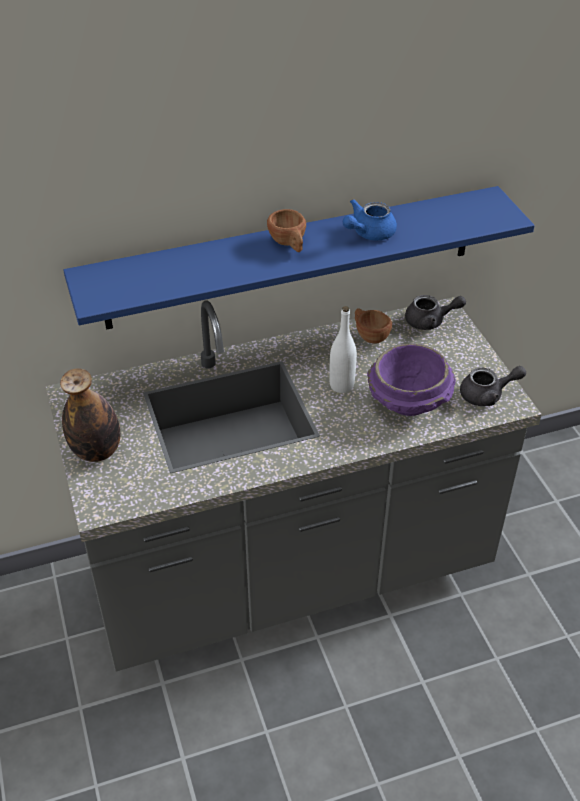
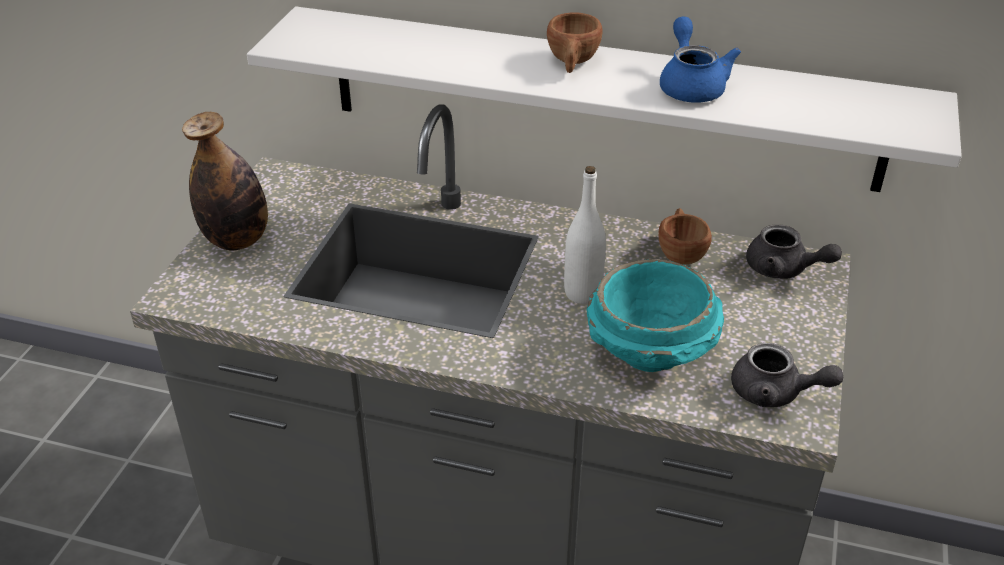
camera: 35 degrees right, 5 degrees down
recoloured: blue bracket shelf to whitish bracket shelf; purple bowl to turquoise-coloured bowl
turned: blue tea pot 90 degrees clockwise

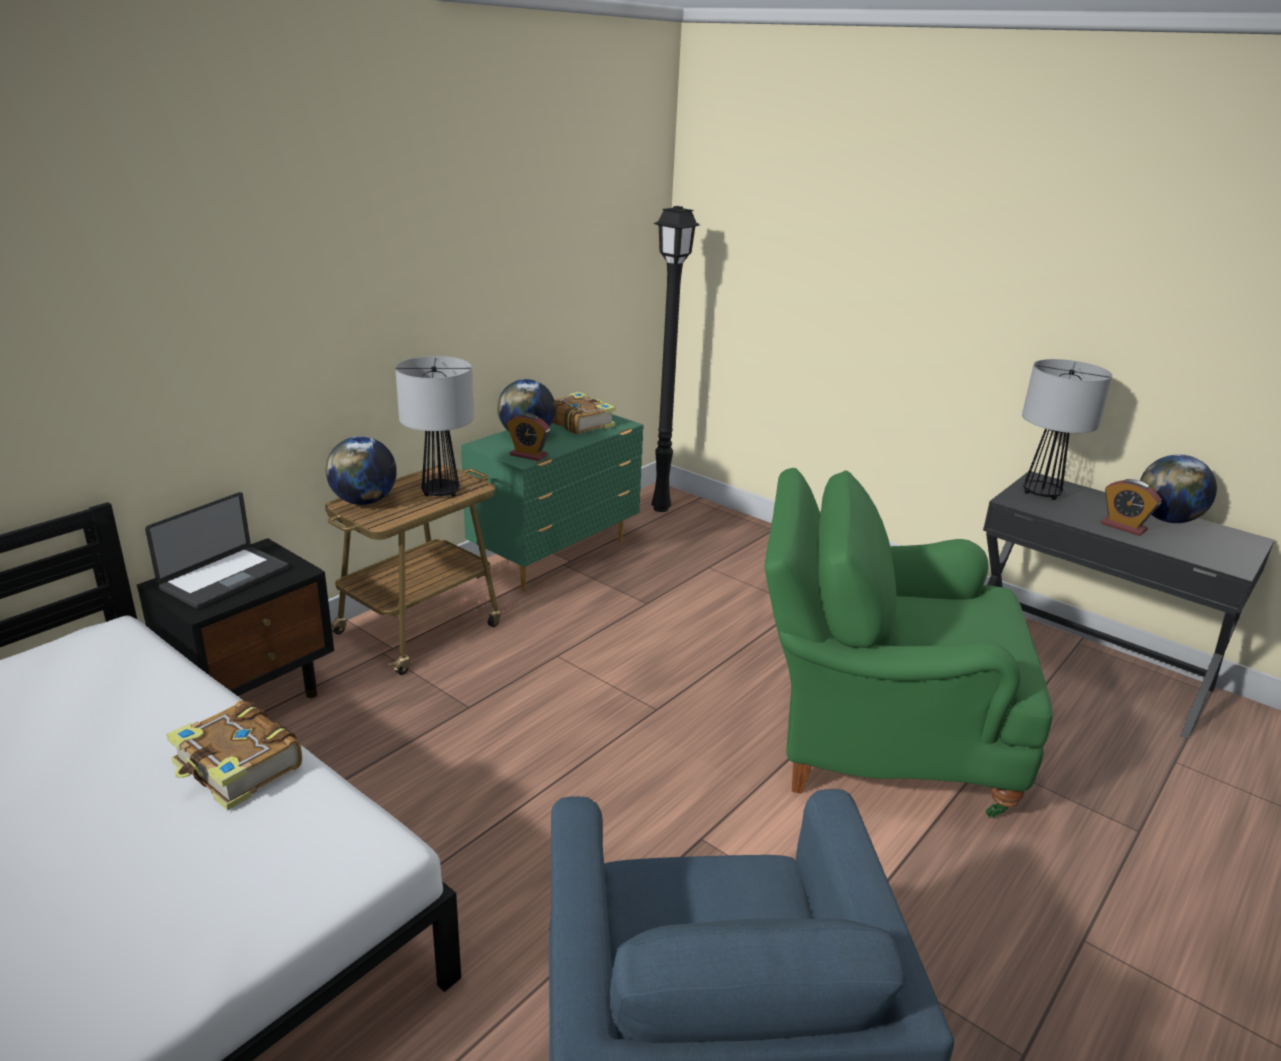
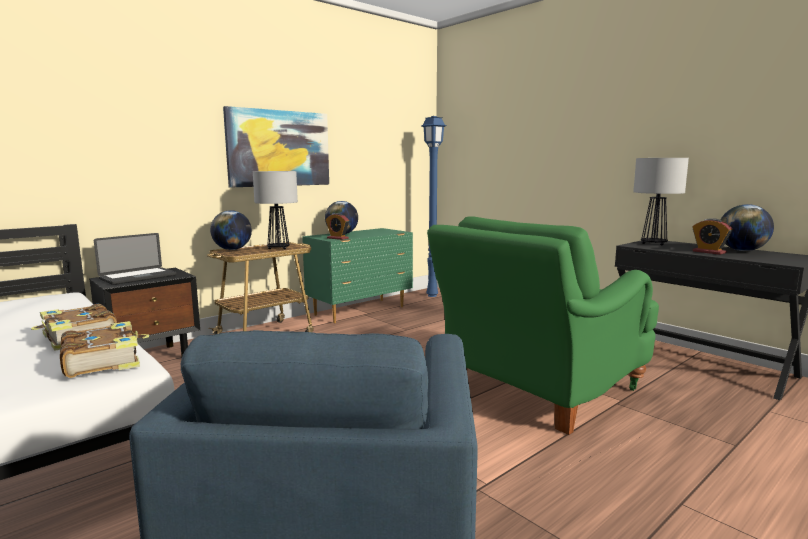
camera: 10 degrees right, 15 degrees down
added: picture
moved: bound book (2nd from left)
recoloured: black-coloured floor lamp to blue floor lamp
turned: greenish easy chair 60 degrees counterclockwise

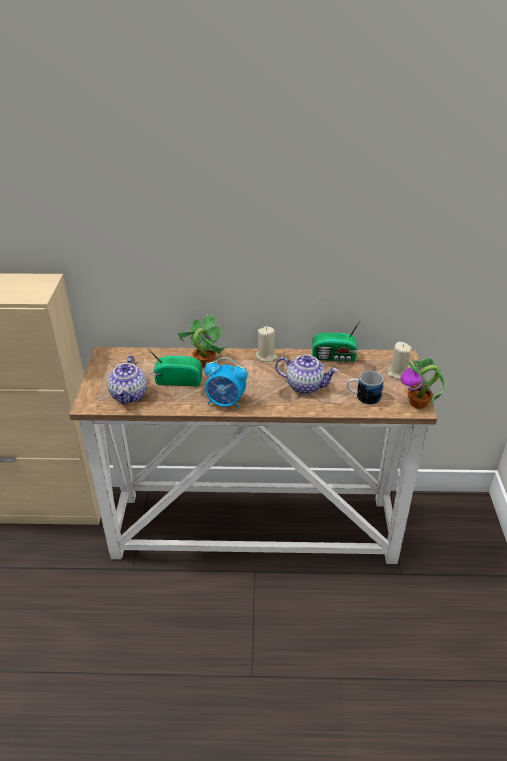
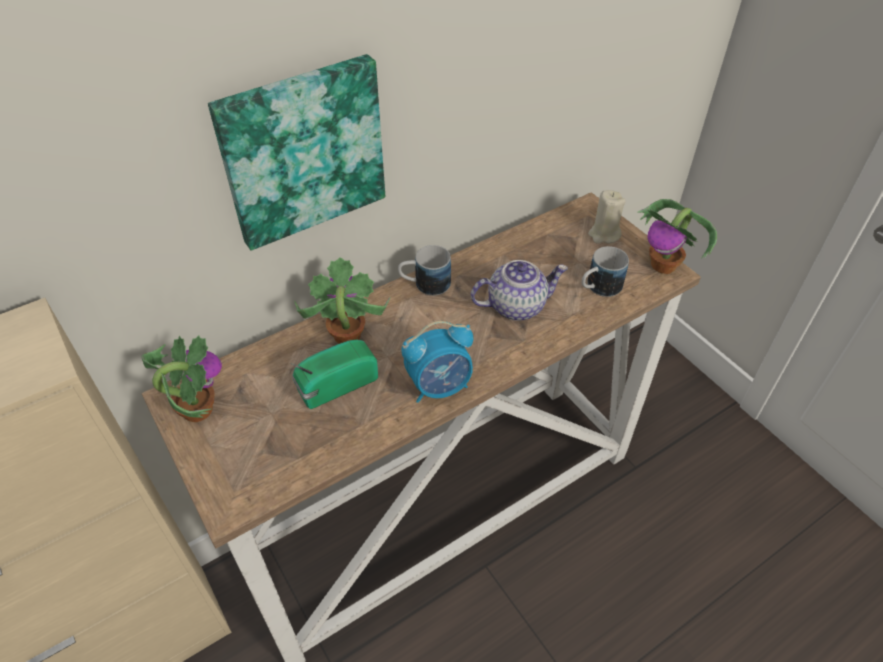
camera: 35 degrees left, 10 degrees up
removed: tea pot (1st from left); radio (2nd from left)
added: potted plant (1st from left); picture
replaced: beige candle (1st from left) to tea mug (1st from left)

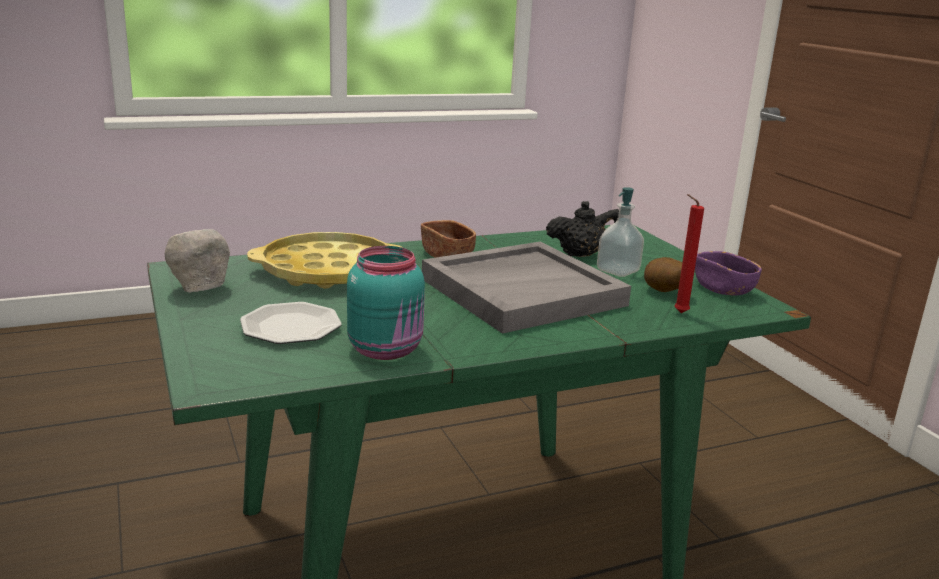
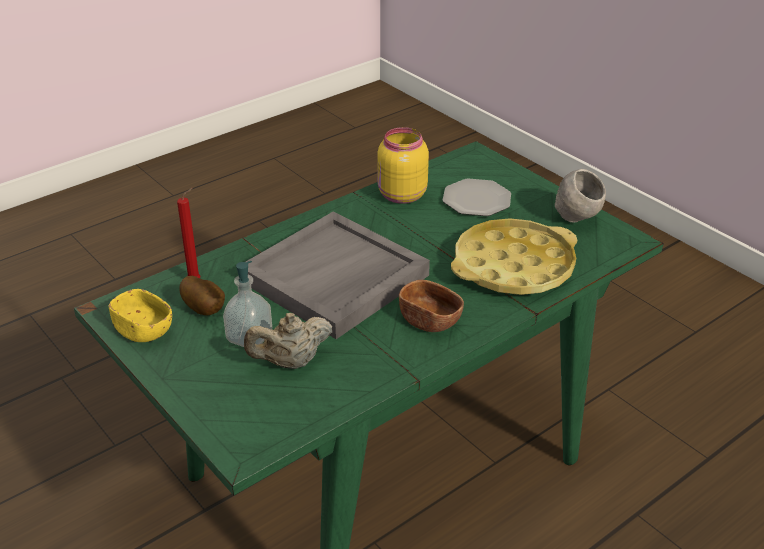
camera: 165 degrees right, 15 degrees up
recoloured: turquoise-coloured preserve jar to yellow-coloured preserve jar; black-coloured tea pot to beige tea pot; purple bowl to yellow-coloured bowl

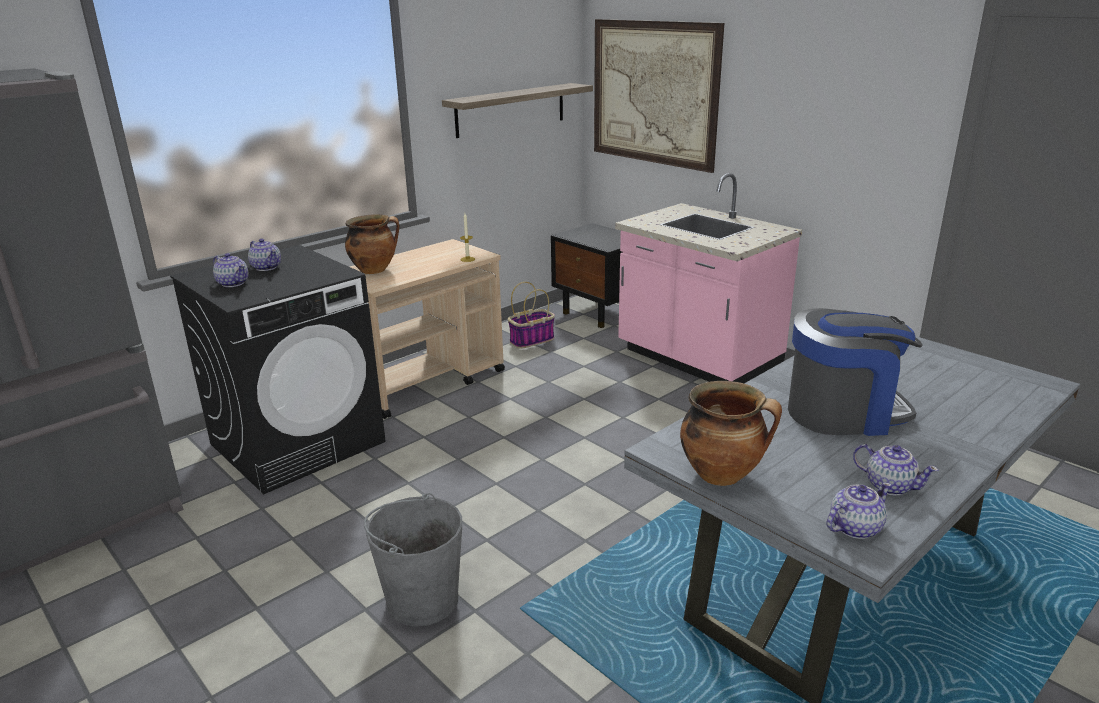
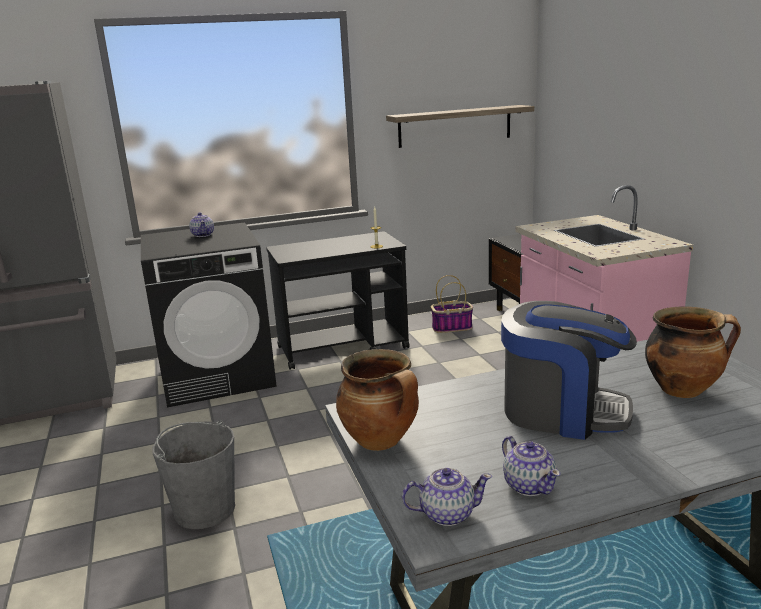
camera: 25 degrees right, 5 degrees down
removed: tea pot (1st from left); picture
moved: stockpot (1st from left in the first image) to stockpot (2nd from left)
recoloured: beige trolley to black-coloured trolley

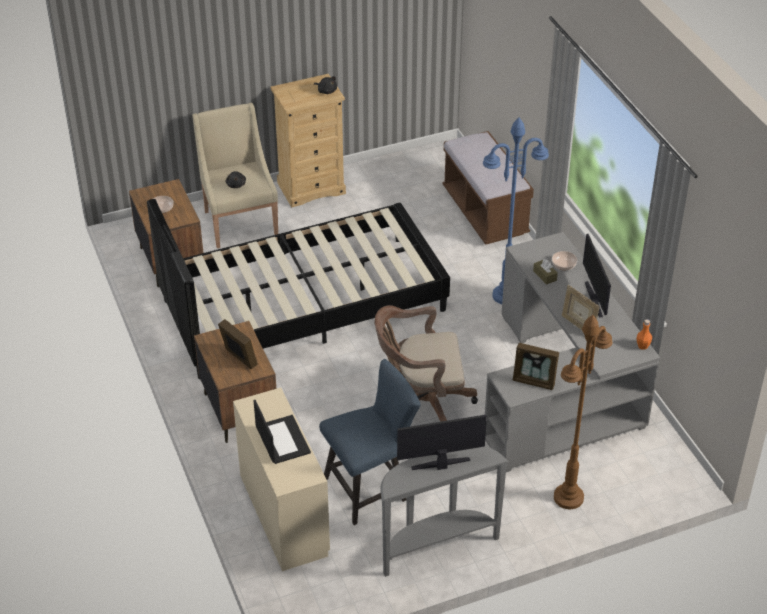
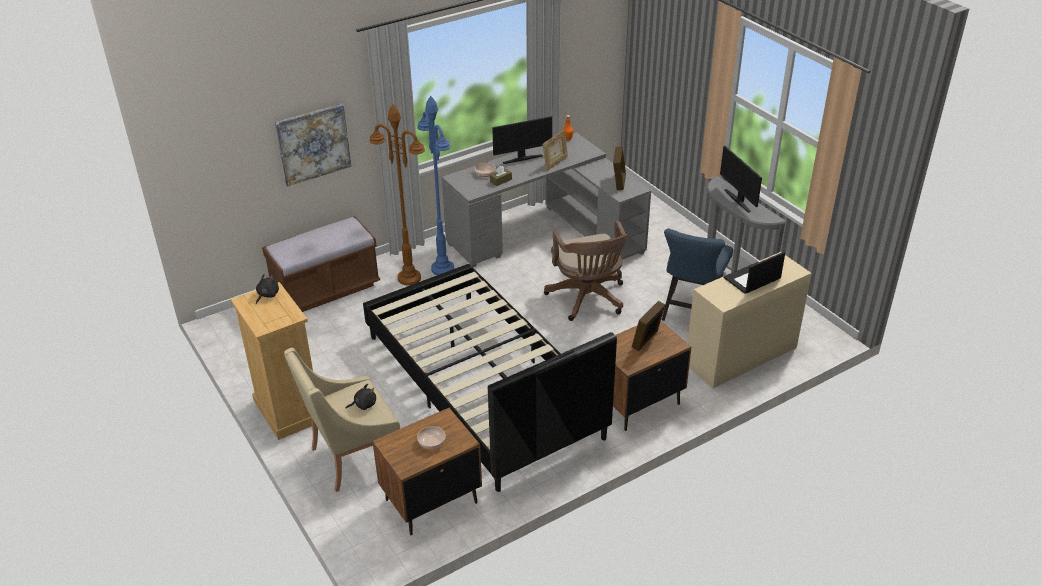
camera: 100 degrees left, 5 degrees down
added: picture
moved: brown-coloured floor lamp
turned: blue chair 120 degrees counterclockwise

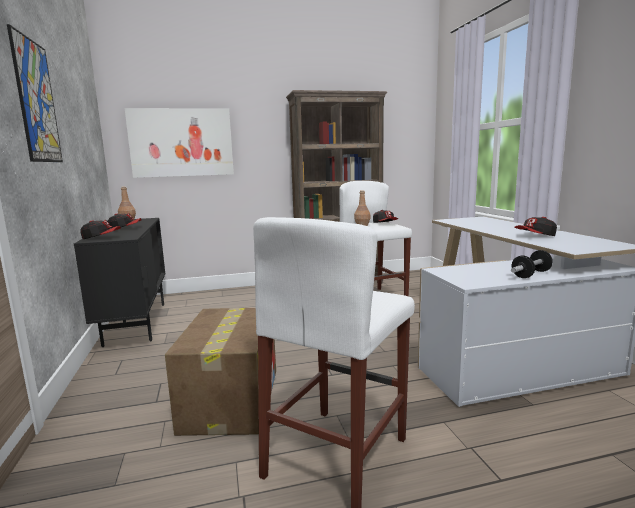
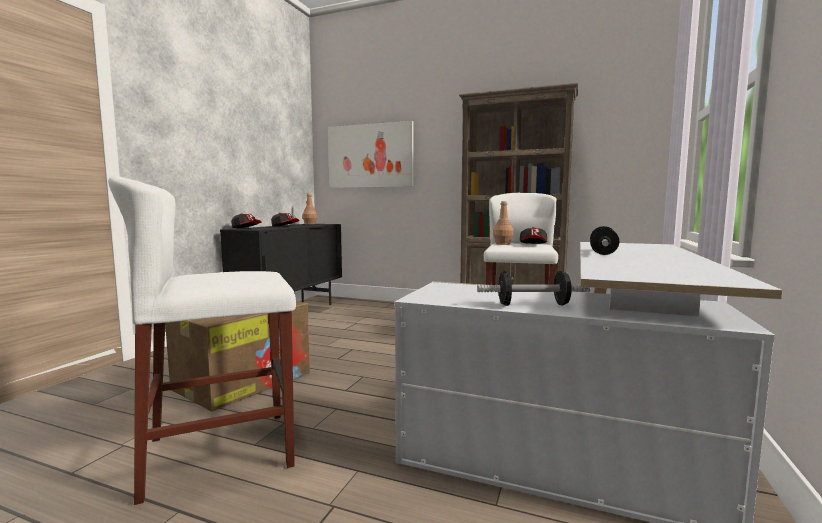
camera: 35 degrees right, 5 degrees down
removed: picture (1st from left); cap (4th from left)
added: free weight (2nd from left)

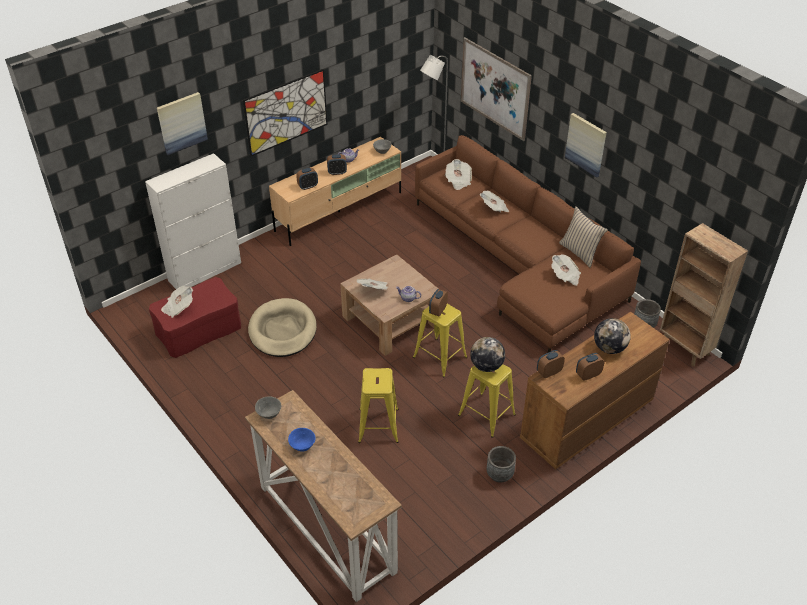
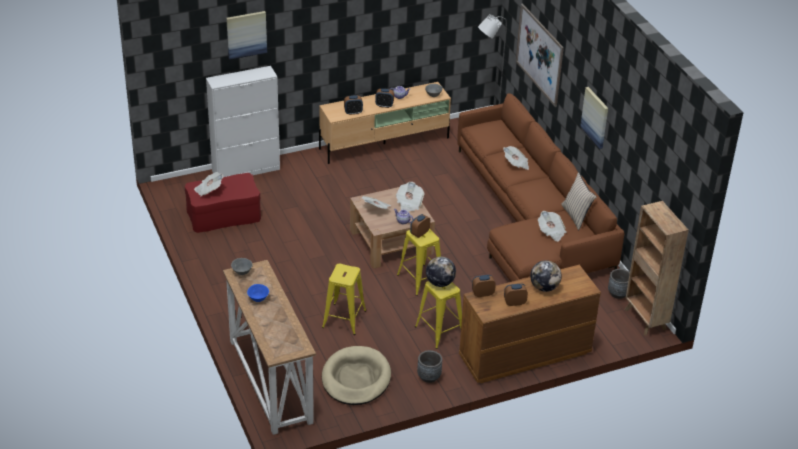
camera: 15 degrees right, 5 degrees down
removed: picture (2nd from left)
moved: beige pet bed; daily paper (3rd from left)

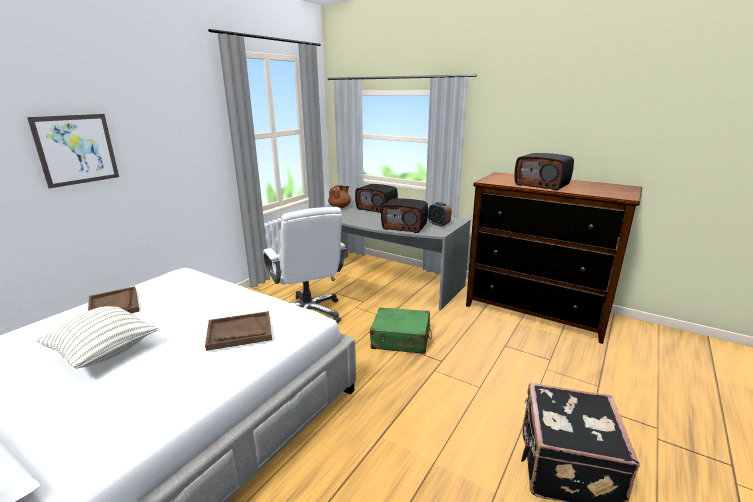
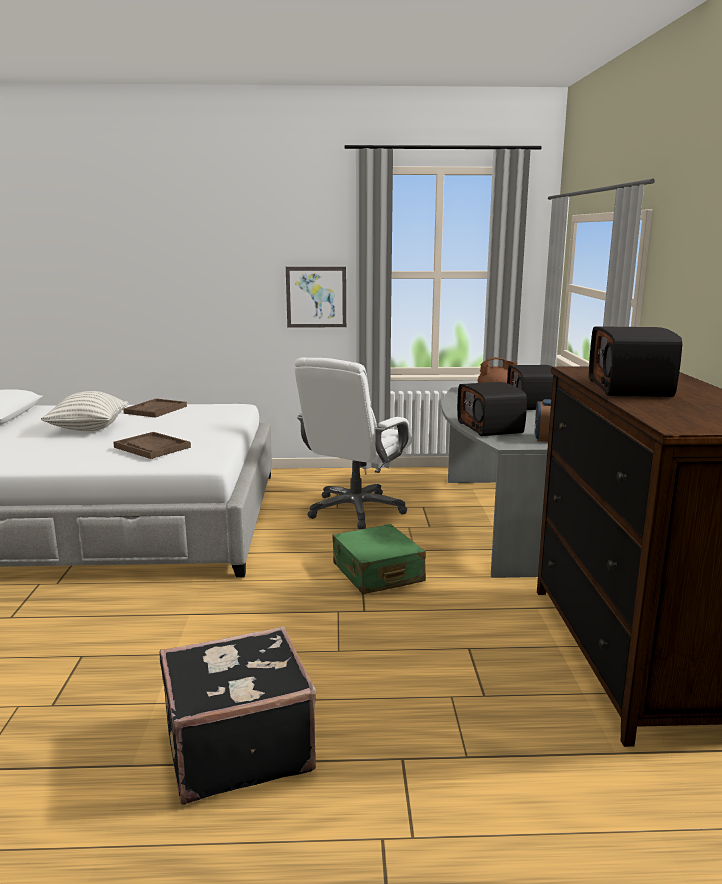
camera: 55 degrees right, 5 degrees down
moved: picture

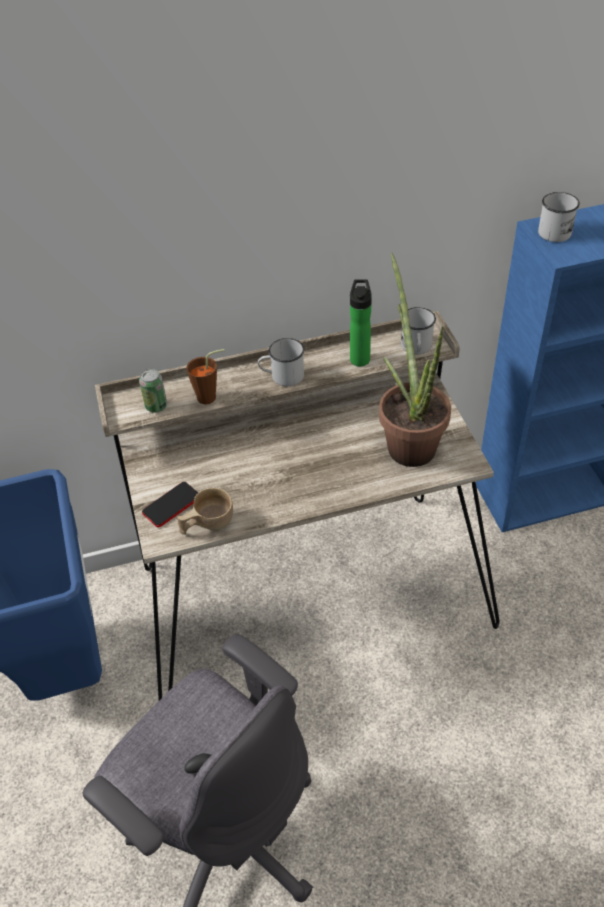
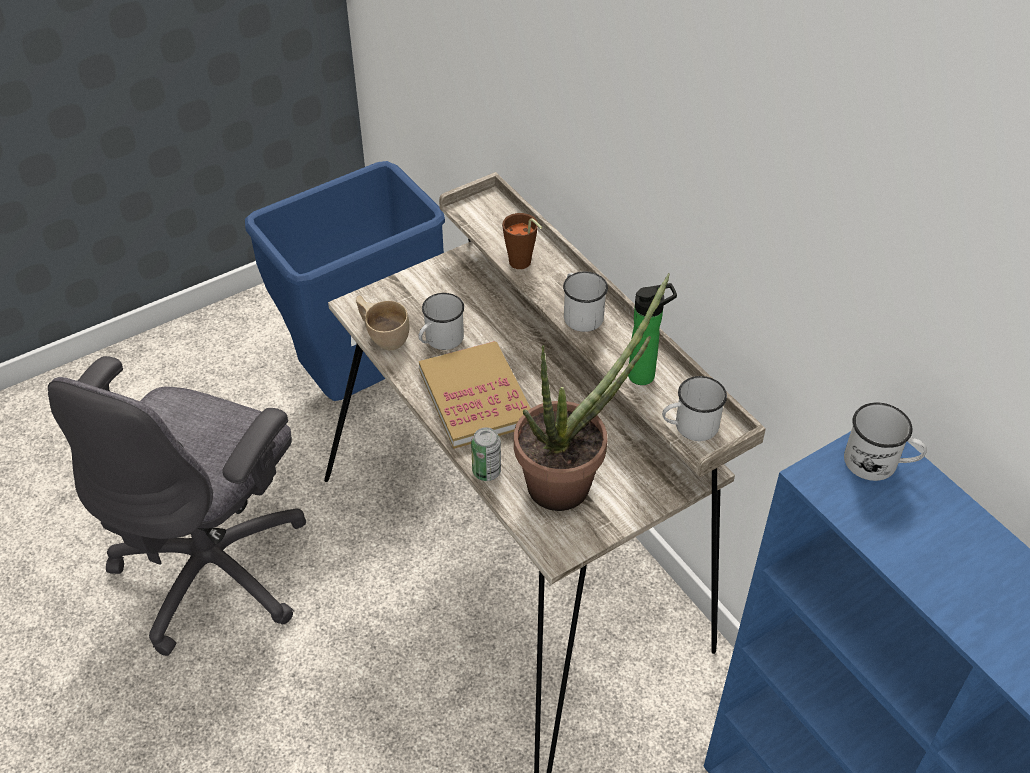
camera: 70 degrees right, 0 degrees up
removed: handset
added: whitish tea mug (1st from left); bound book
moved: can

